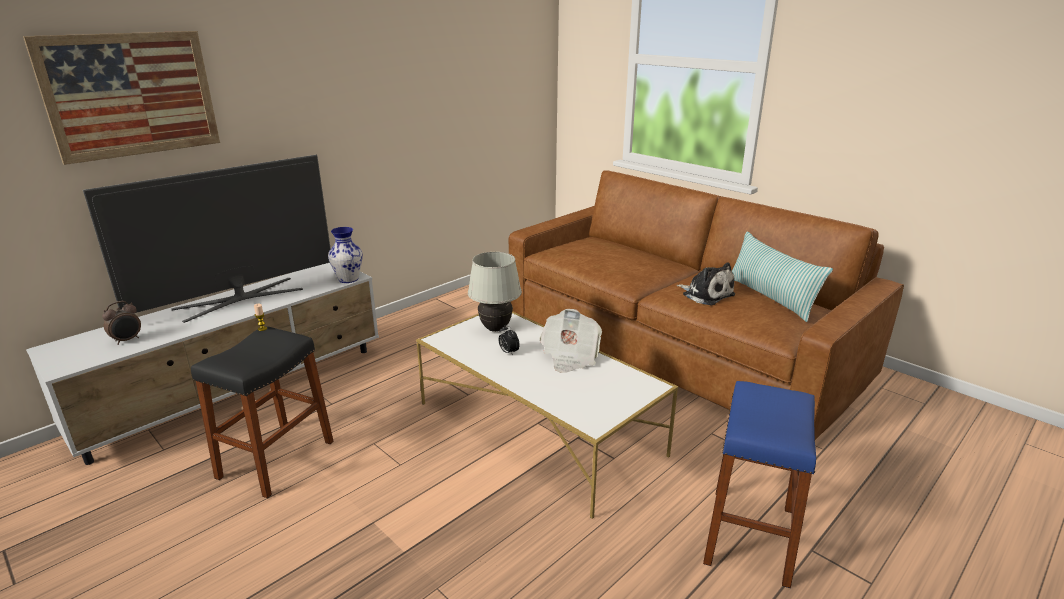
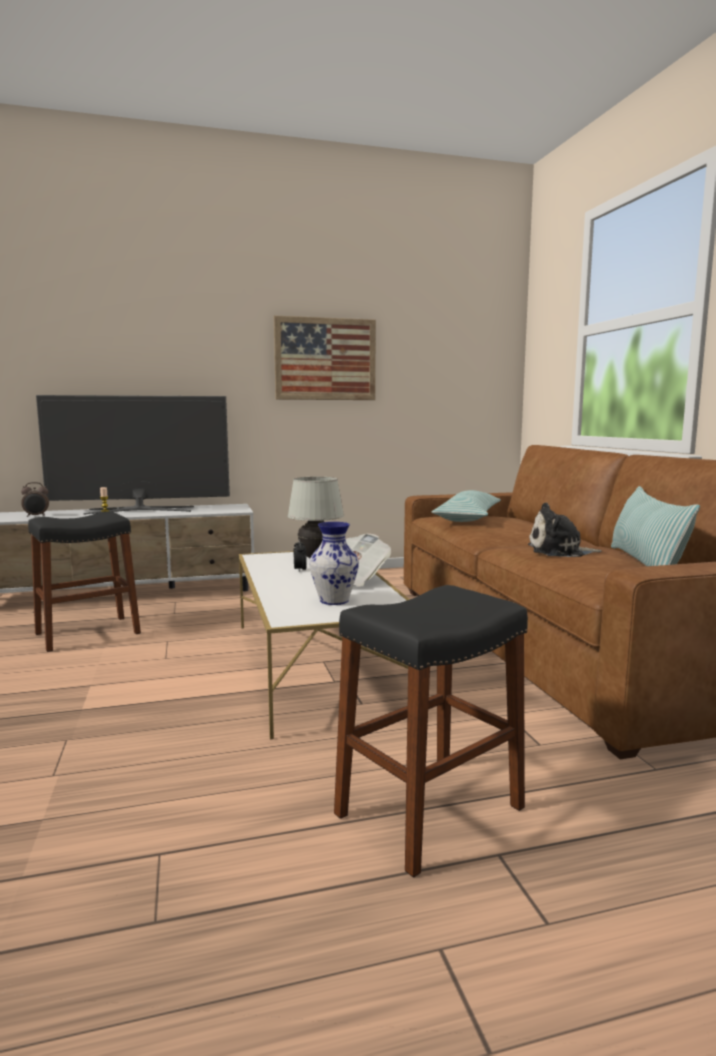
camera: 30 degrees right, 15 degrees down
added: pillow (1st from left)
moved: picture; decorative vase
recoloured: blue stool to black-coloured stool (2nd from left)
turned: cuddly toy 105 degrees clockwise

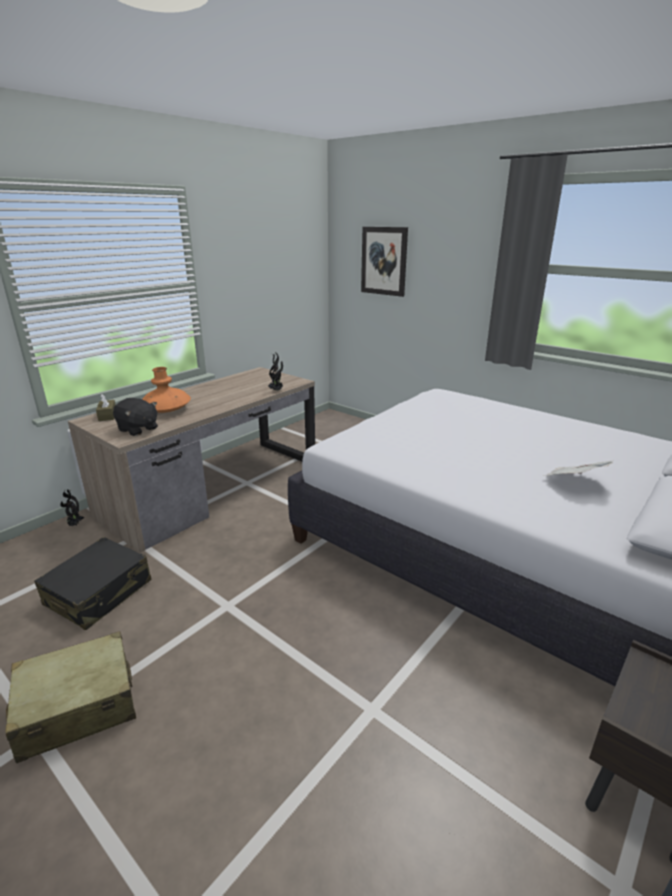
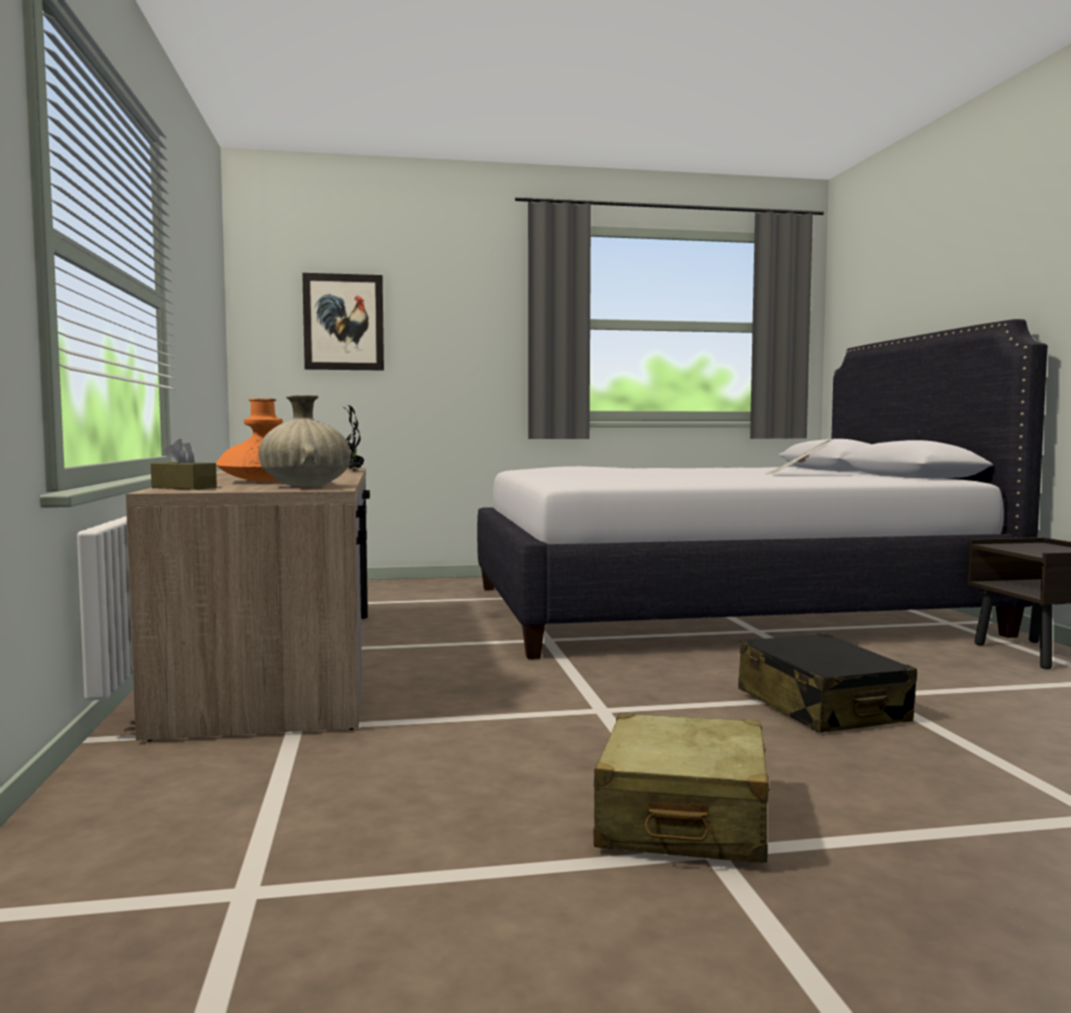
camera: 50 degrees left, 20 degrees down
removed: potted plant (1st from left)
moved: black-coloured suitcase
replaced: black-coloured cuddly toy to beige decorative vase

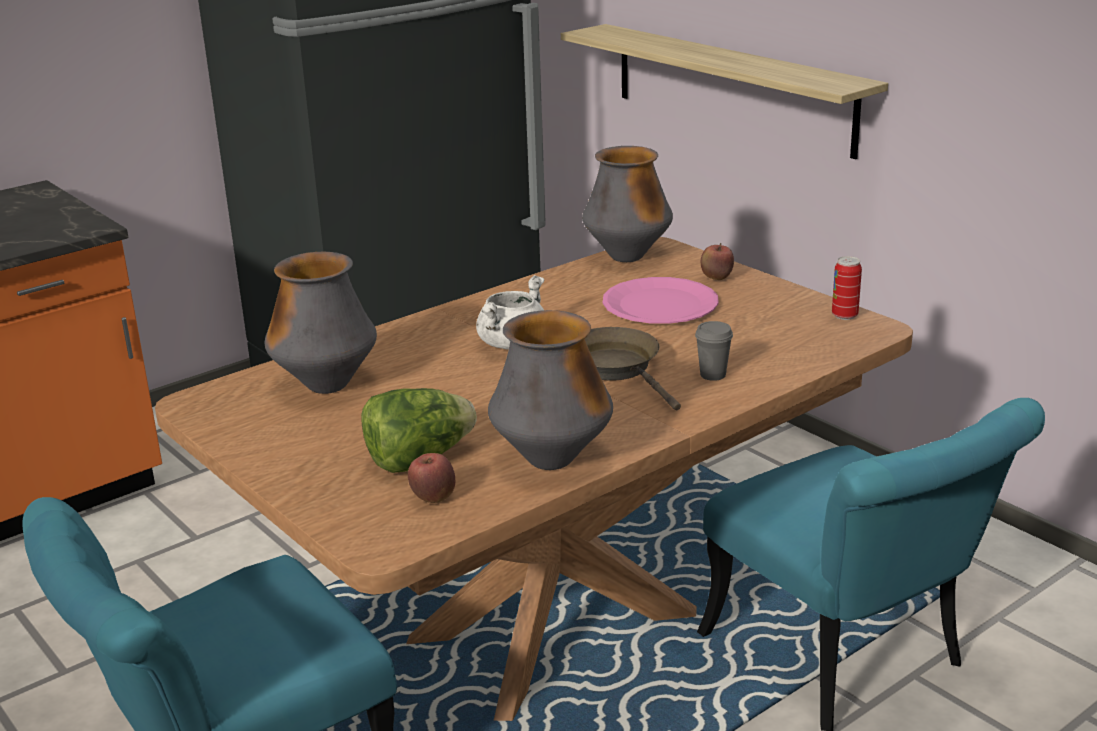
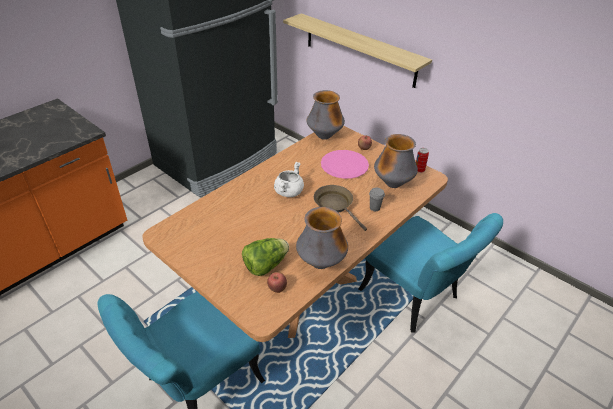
camera: 10 degrees left, 15 degrees up
moved: decorative vase (1st from left in the first image) to decorative vase (3rd from left)

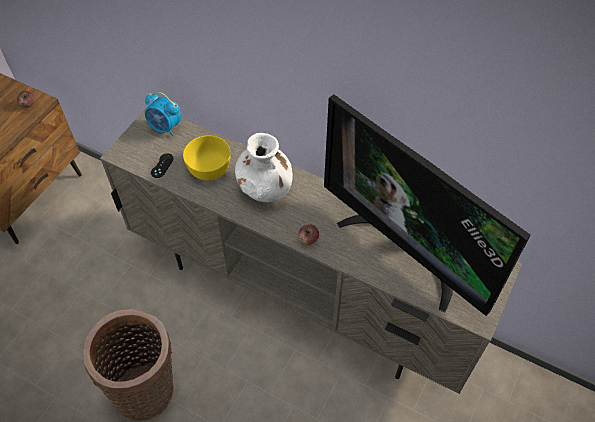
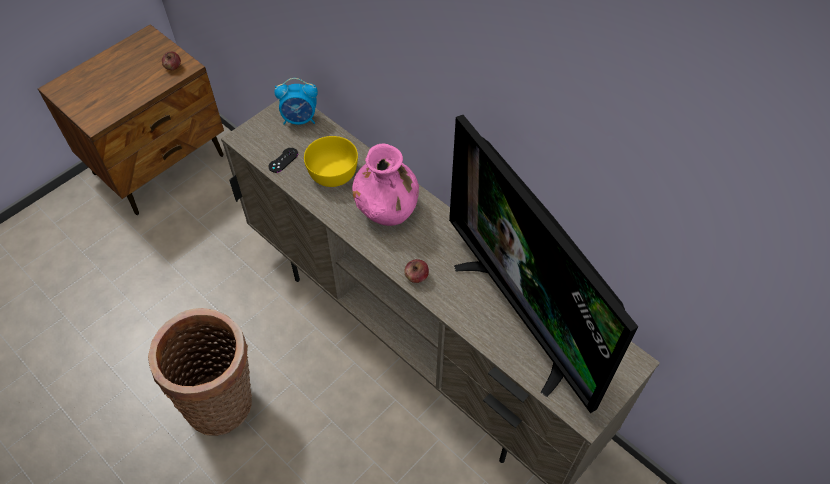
camera: 15 degrees right, 0 degrees up
recoloured: whitish decorative vase to pinkish decorative vase
turned: alarm clock 45 degrees counterclockwise

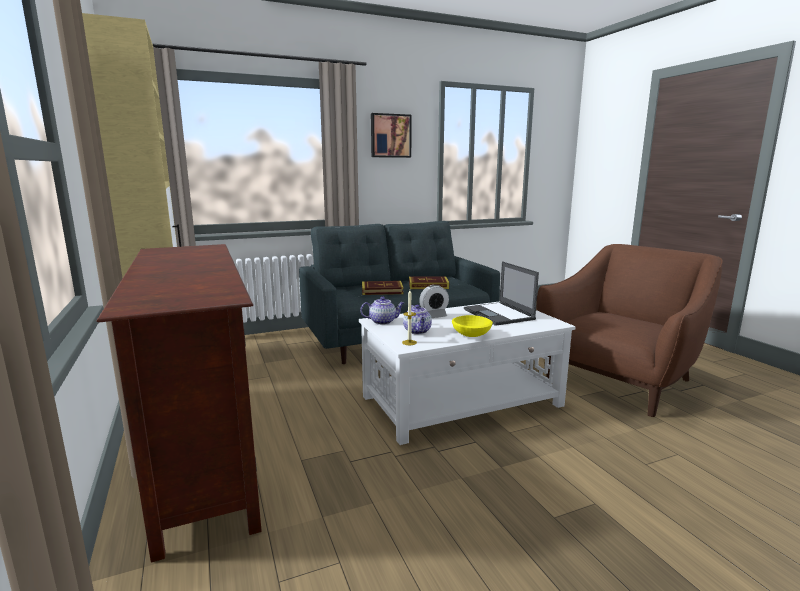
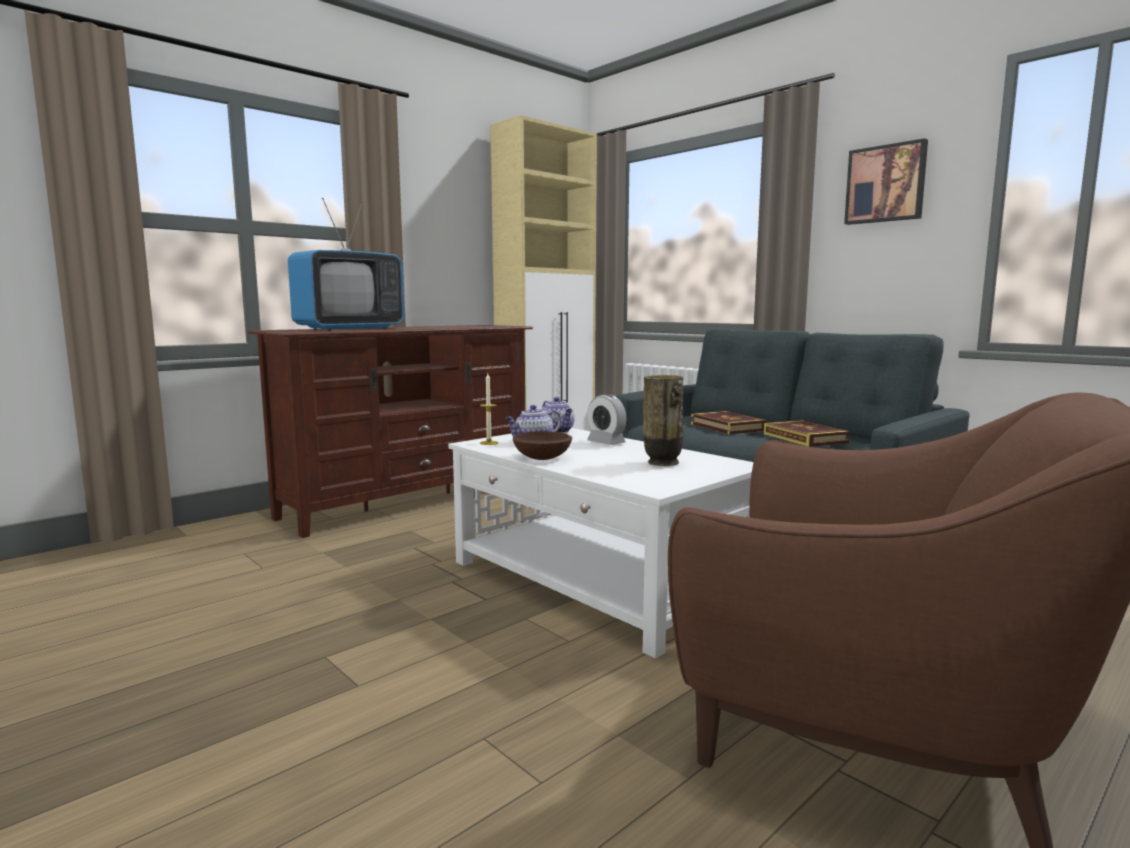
camera: 70 degrees right, 5 degrees down
added: television
replaced: laptop to decorative vase
recoloured: yellow-coloured bowl to brown-coloured bowl

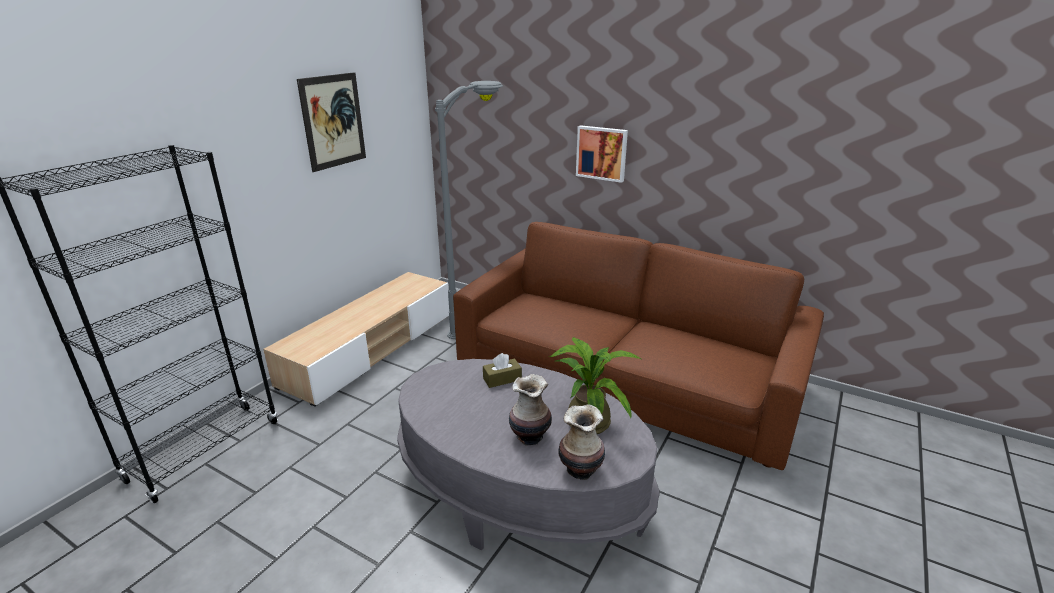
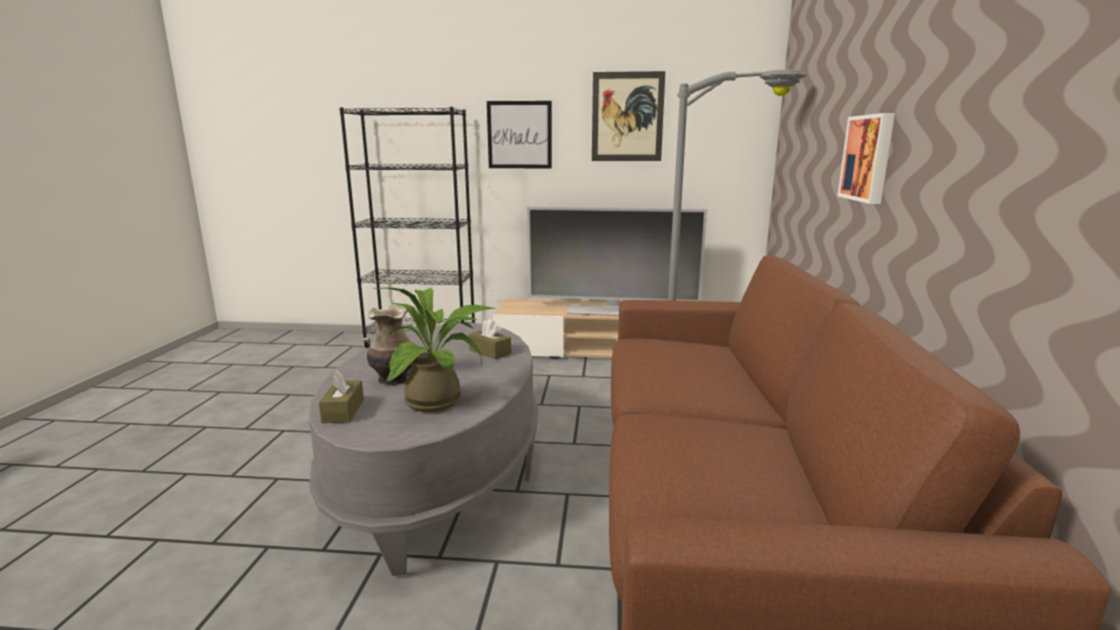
camera: 65 degrees right, 10 degrees down
added: picture (1st from left); television
replaced: decorative vase (2nd from left) to brown-coloured tissue holder (1st from left)

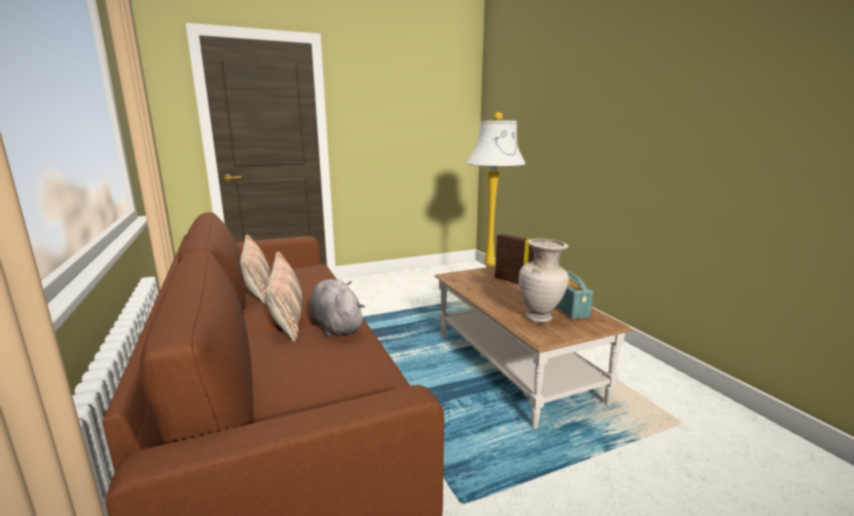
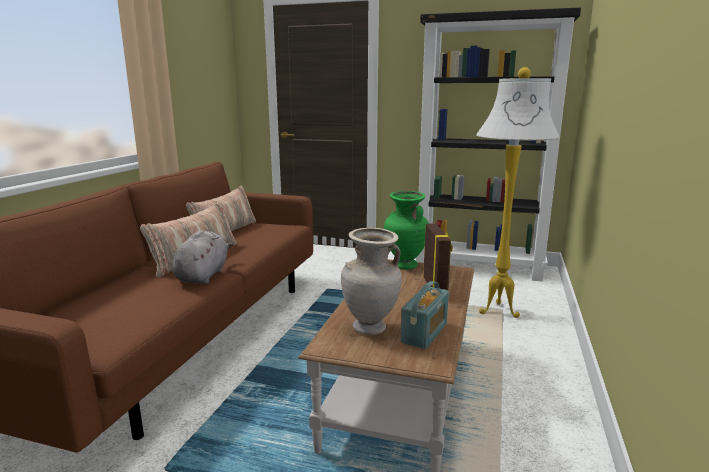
camera: 40 degrees right, 0 degrees up
added: greenish decorative vase; black-coloured shelving unit

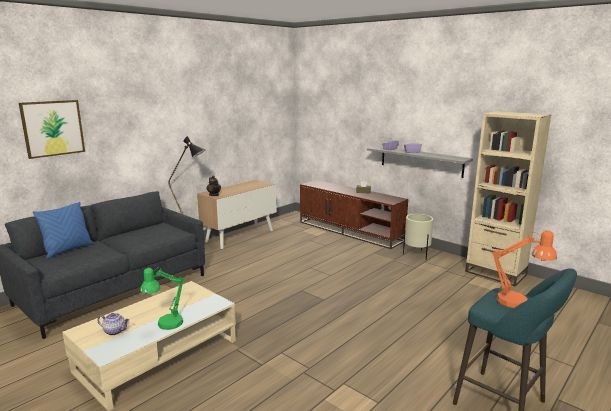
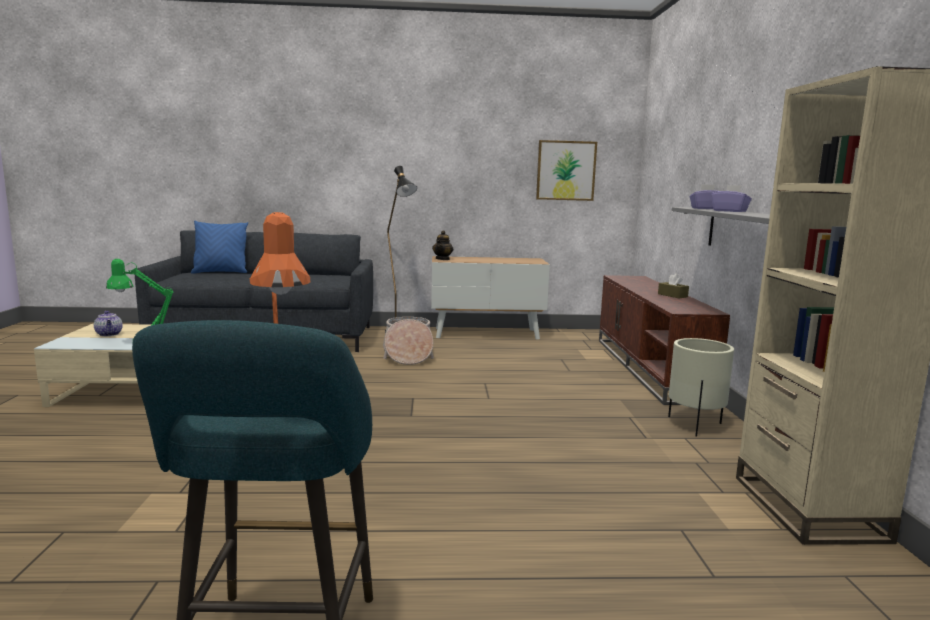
camera: 45 degrees right, 5 degrees down
added: basket
moved: picture

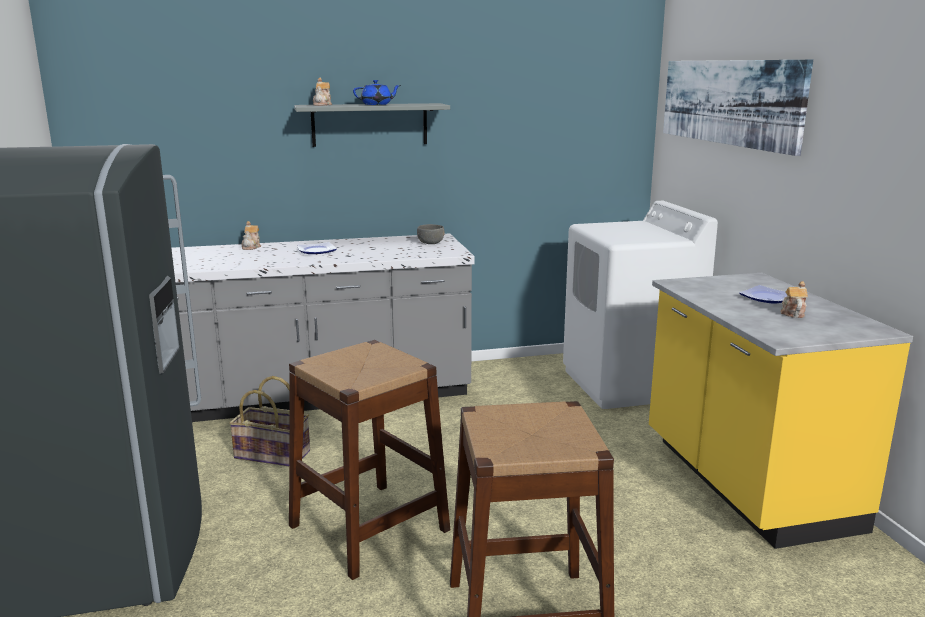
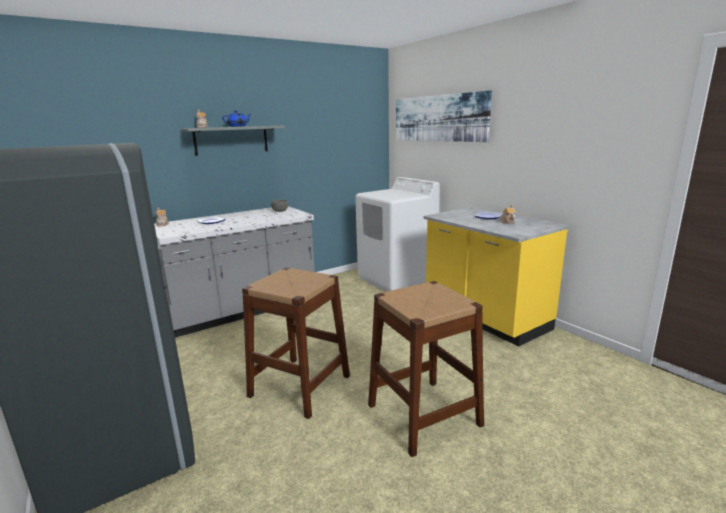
camera: 20 degrees left, 0 degrees up
removed: basket

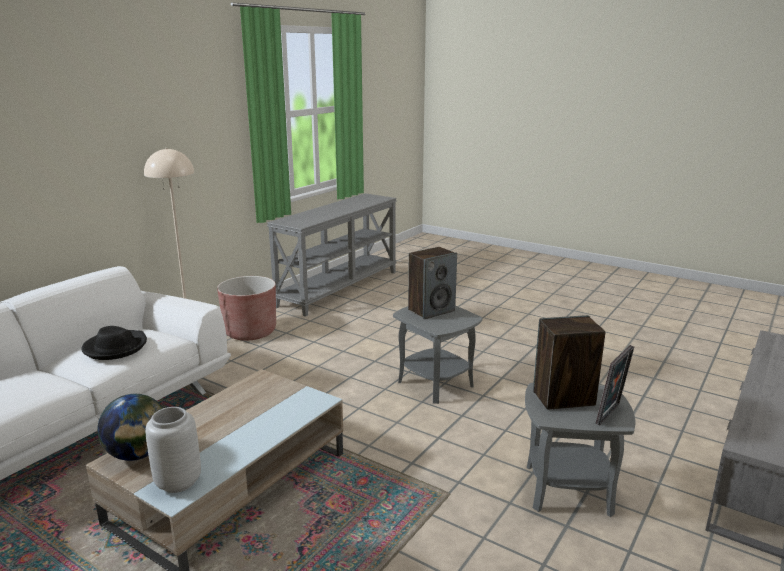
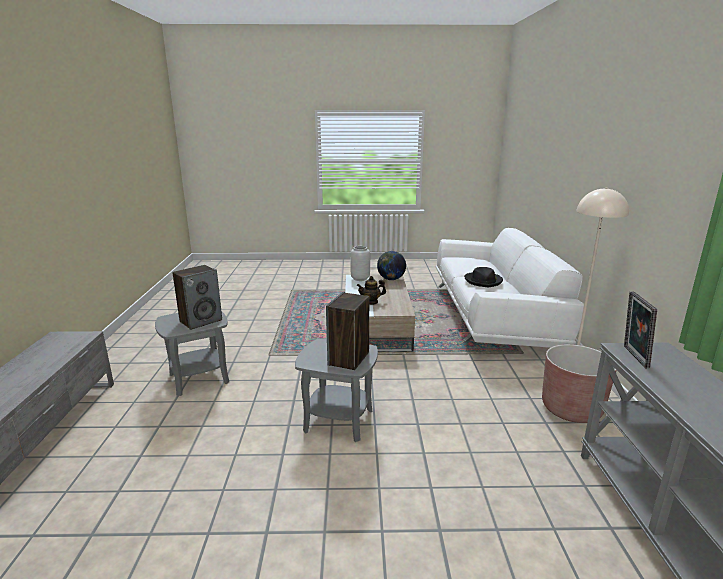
camera: 145 degrees right, 0 degrees up
added: tea pot
moved: picture frame

